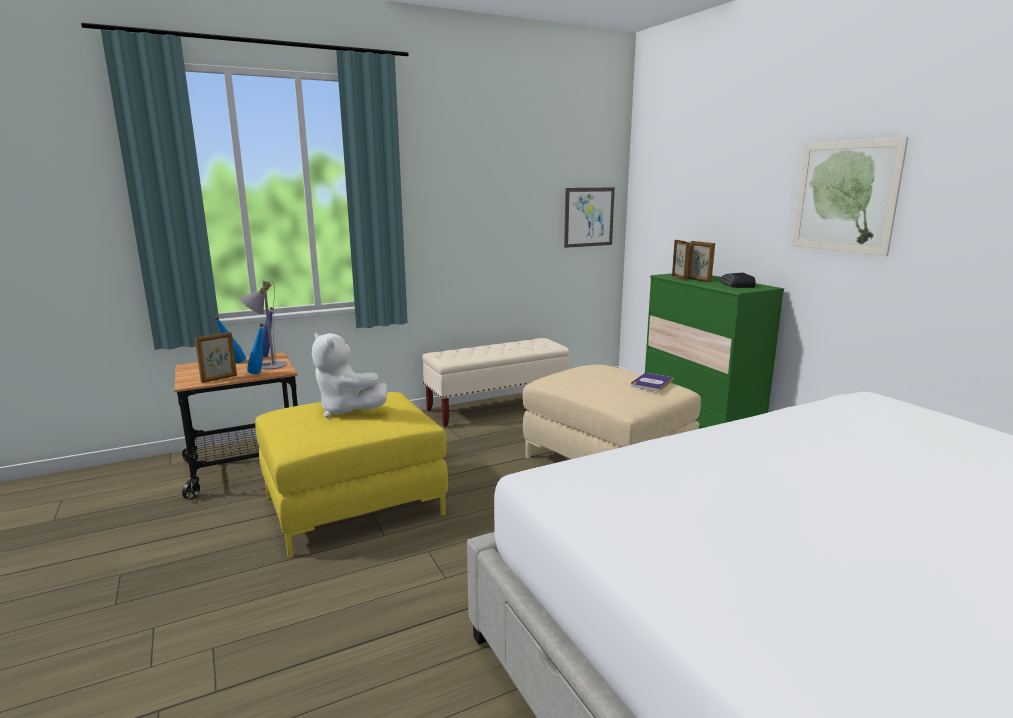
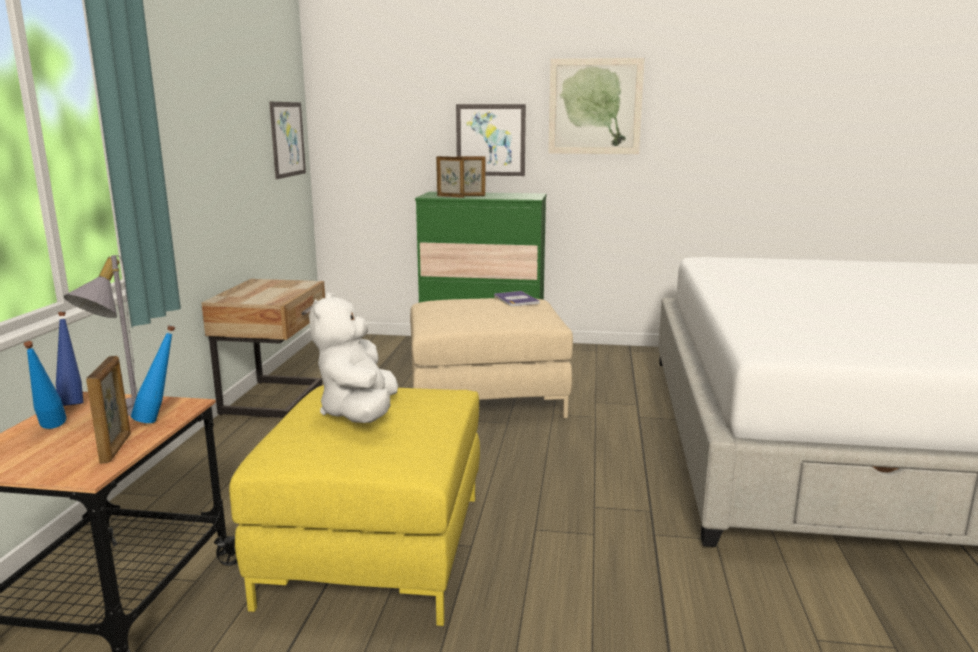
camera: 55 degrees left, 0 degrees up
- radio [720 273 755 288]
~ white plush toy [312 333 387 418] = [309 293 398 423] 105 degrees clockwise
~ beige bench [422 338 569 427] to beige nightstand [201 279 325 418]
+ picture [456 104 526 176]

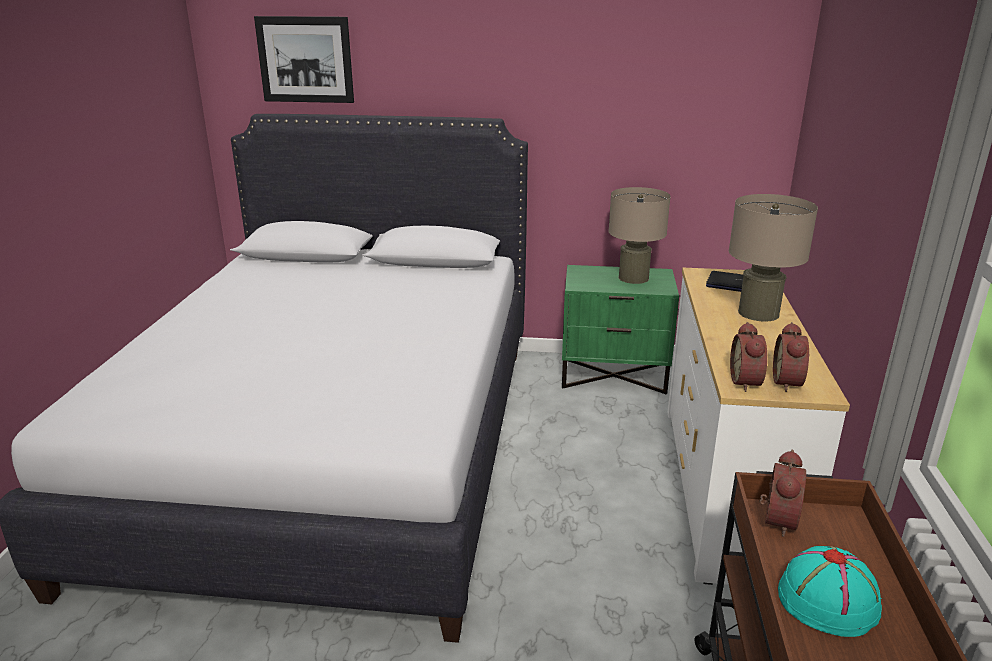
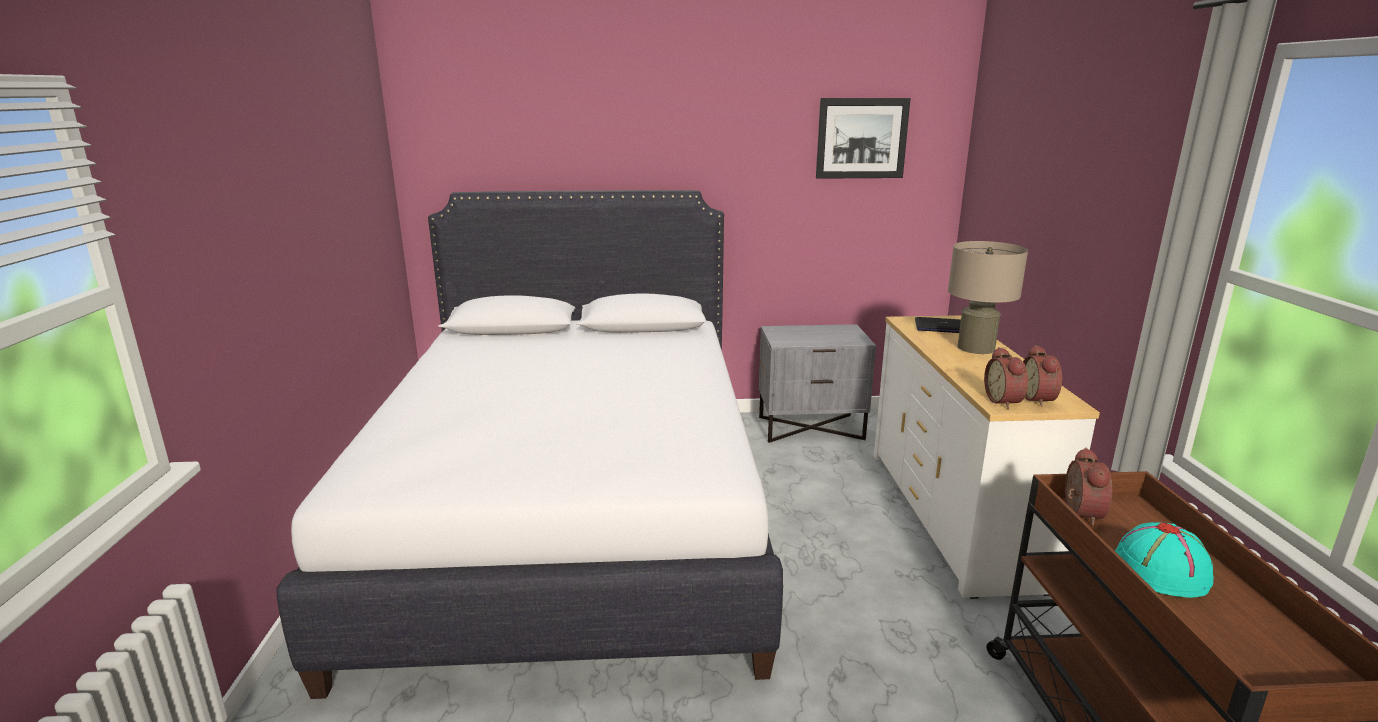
camera: 10 degrees left, 5 degrees down
~ picture [254 16 354 103] to [816 98 911 179]
- beige table lamp [608 187 671 284]
~ green nightstand [562 265 679 394] to grey nightstand [759 324 876 443]

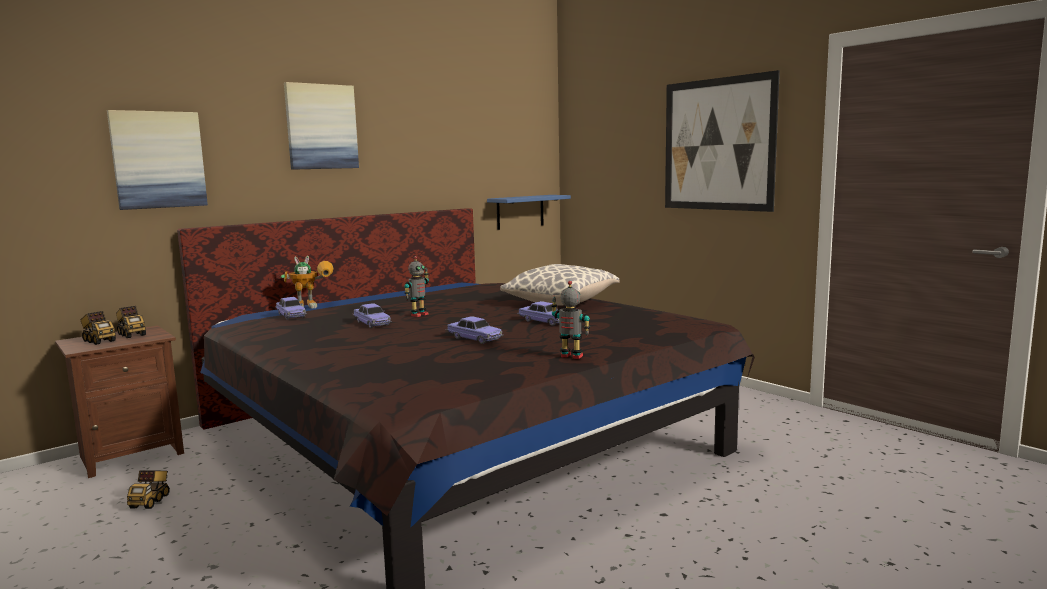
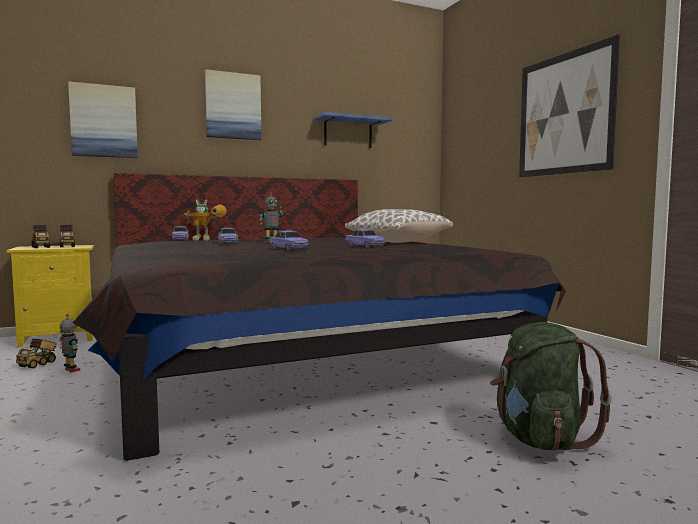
camera: 15 degrees right, 5 degrees down
~ blue shelf [487 195 571 230] to [314 112 393 148]
~ toy robot [551 281 590 359] to [60 314 80 373]
~ brown nightstand [55 326 184 478] to yellow nightstand [6 245 94 348]
+ green backpack [490 322 612 451]

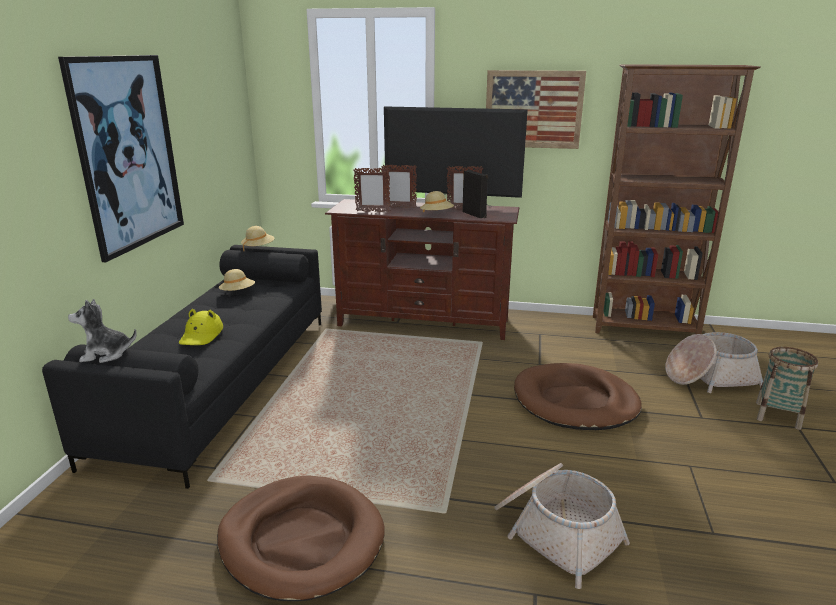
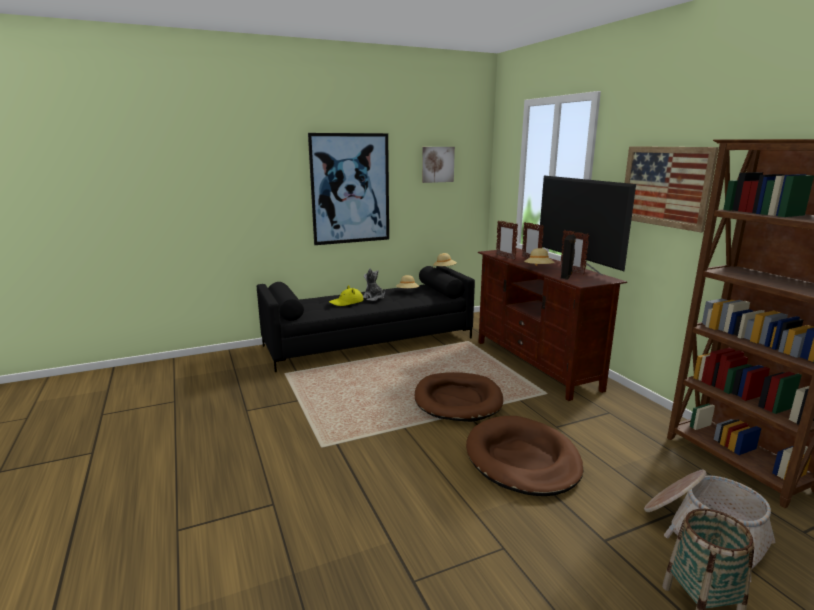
camera: 55 degrees right, 5 degrees down
~ plush toy [68 299 137 363] to [363 268 385 301]
- basket [494 463 630 589]
~ brown dog bed [217 475 385 601] to [415 372 503 422]
+ picture [422 147 455 183]

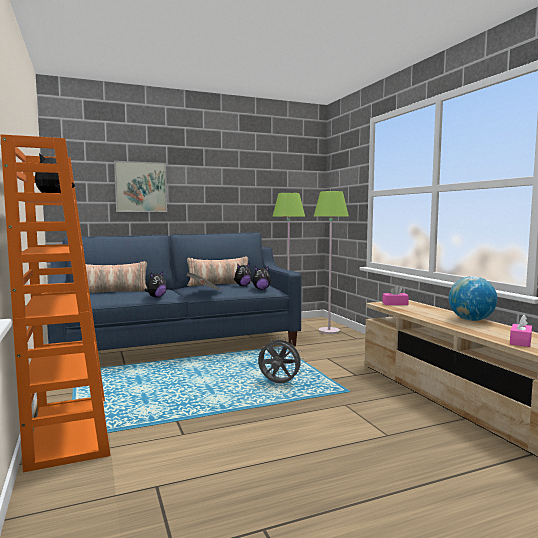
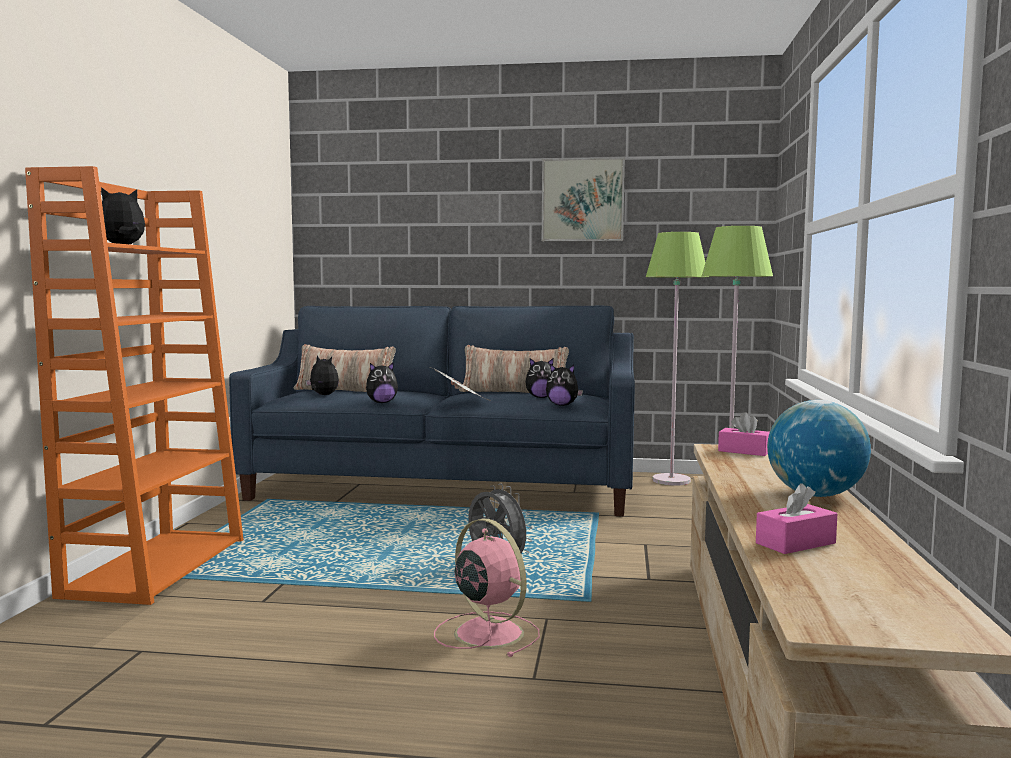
camera: 30 degrees right, 0 degrees up
~ picture [114 161 167 212] to [542 157 625 241]
+ plush toy [305 355 339 395]
+ pink fan [434 518 540 657]

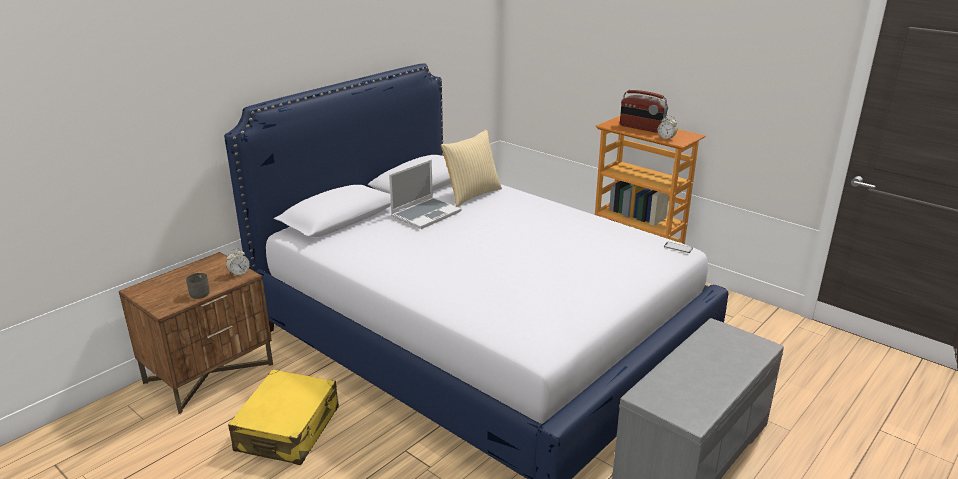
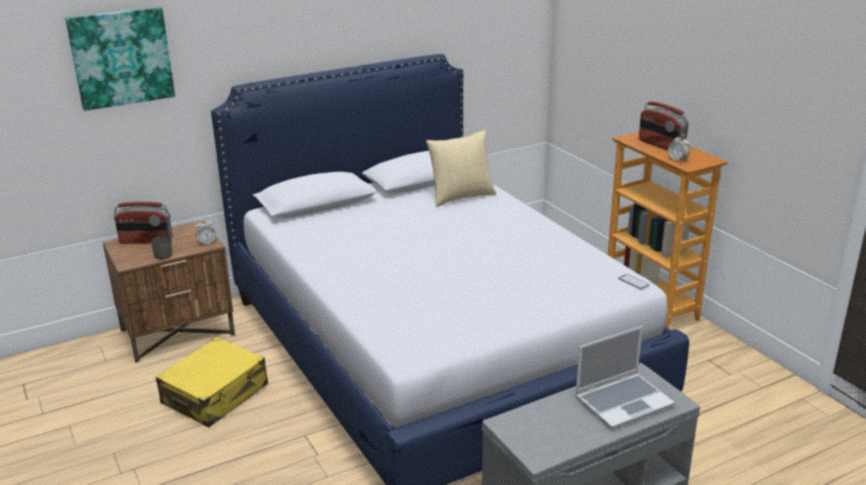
camera: 20 degrees right, 0 degrees up
~ laptop [389 160 461 229] to [575 326 675 429]
+ picture [65 7 175 111]
+ radio [114 202 172 244]

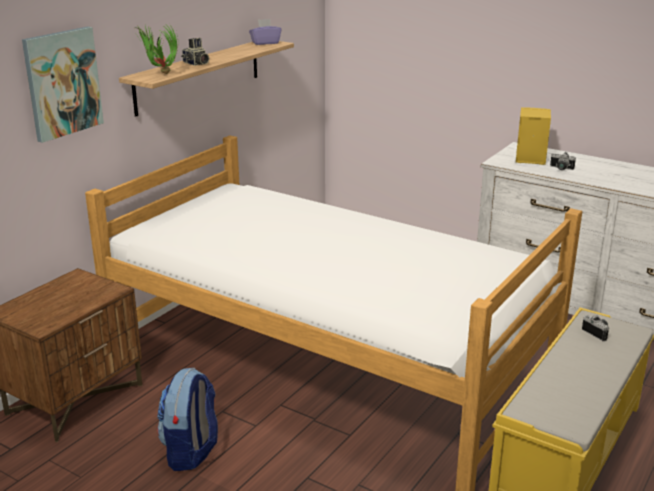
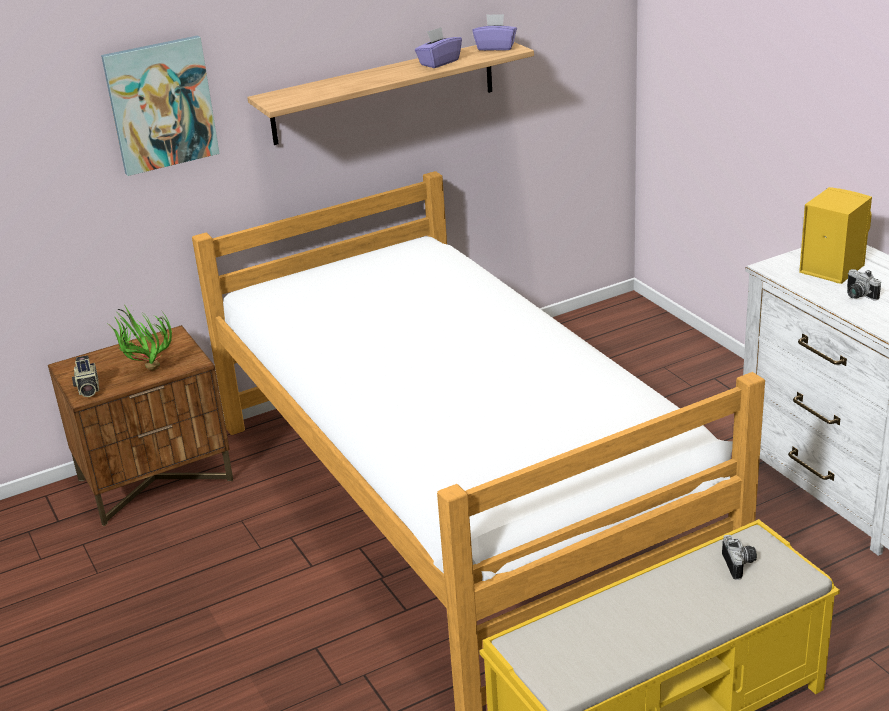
camera: 30 degrees right, 5 degrees up
~ potted plant [135 22 178 74] to [108 306 172 370]
~ photo camera [181 38 209 66] to [72 355 99 397]
- backpack [157 368 218 471]
+ purple tissue box [415 27 462 68]

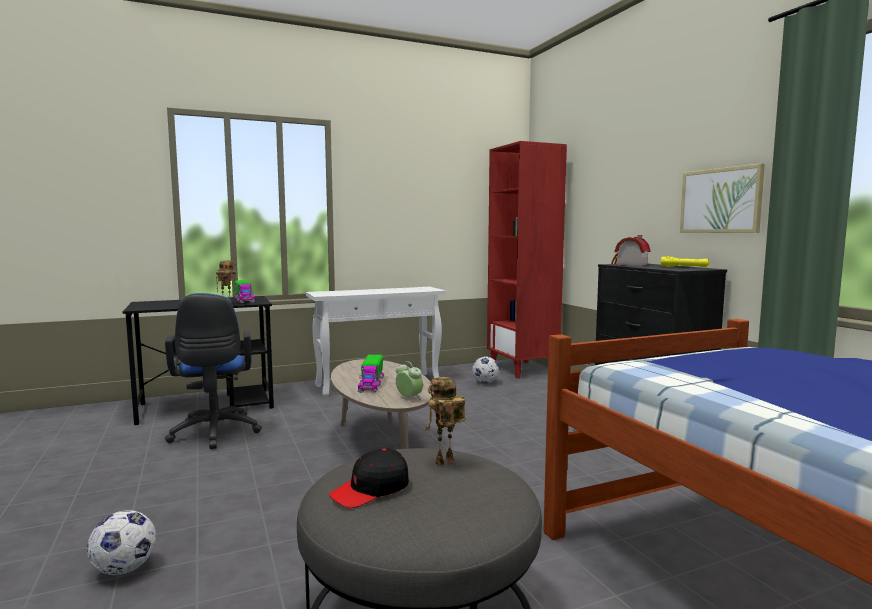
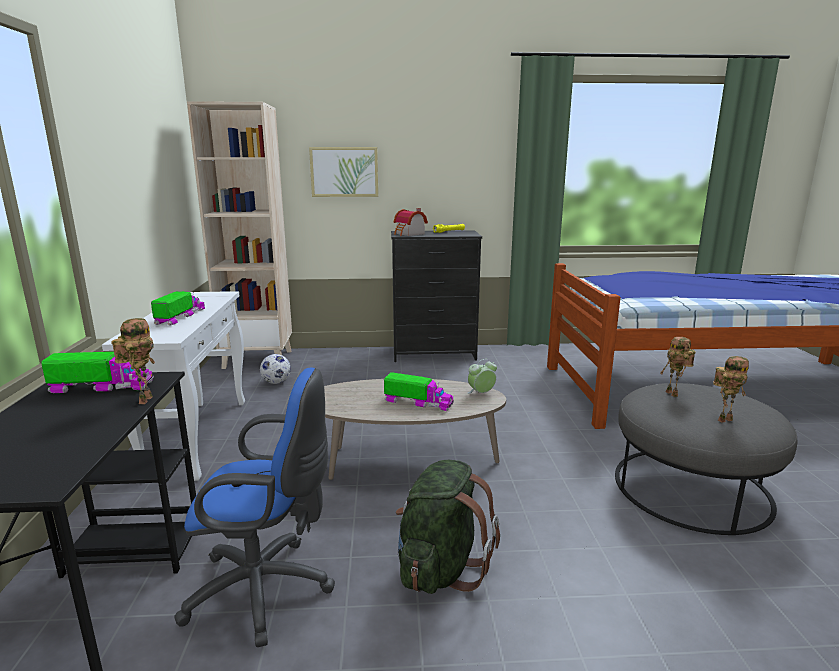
camera: 70 degrees left, 10 degrees up
~ red bookcase [487 141 567 379] to beige bookcase [187 101 292 369]
~ picture [680 163 765 233] to [309 147 378 197]
~ black cap [329 448 409 508] to toy robot [713 356 749 423]
- football [87 510 156 575]
+ toy truck [151 291 205 326]
+ green backpack [396 460 500 594]

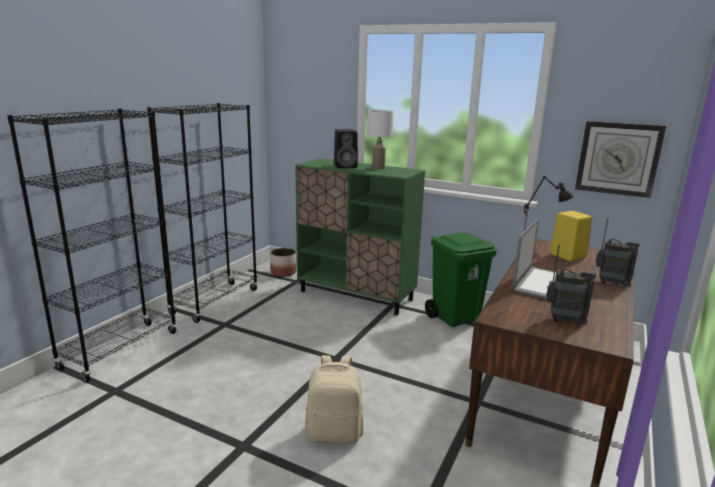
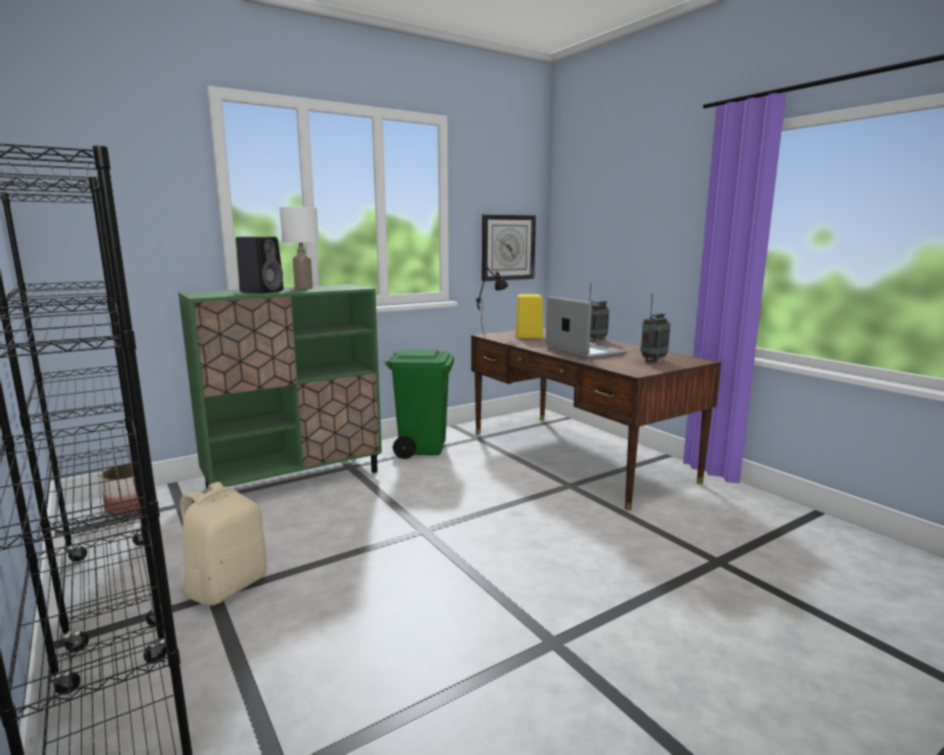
camera: 60 degrees left, 5 degrees down
~ beige backpack [305 355 364 444] to [180 482 267 606]

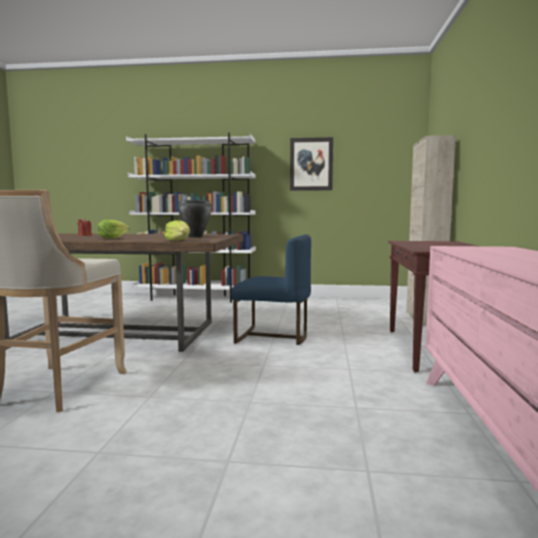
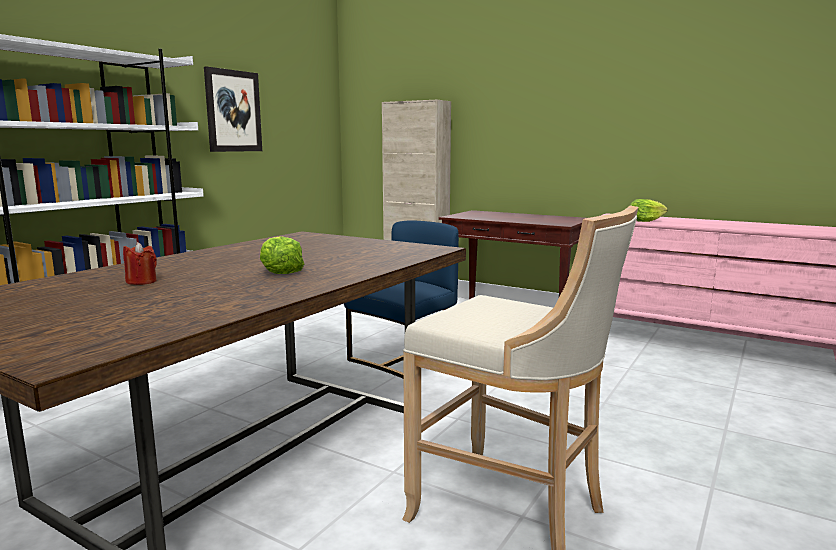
camera: 65 degrees left, 5 degrees up
- black cooking pot [178 200 212 238]
~ lettuce [165 220 190 241] to [630 199 668 222]

